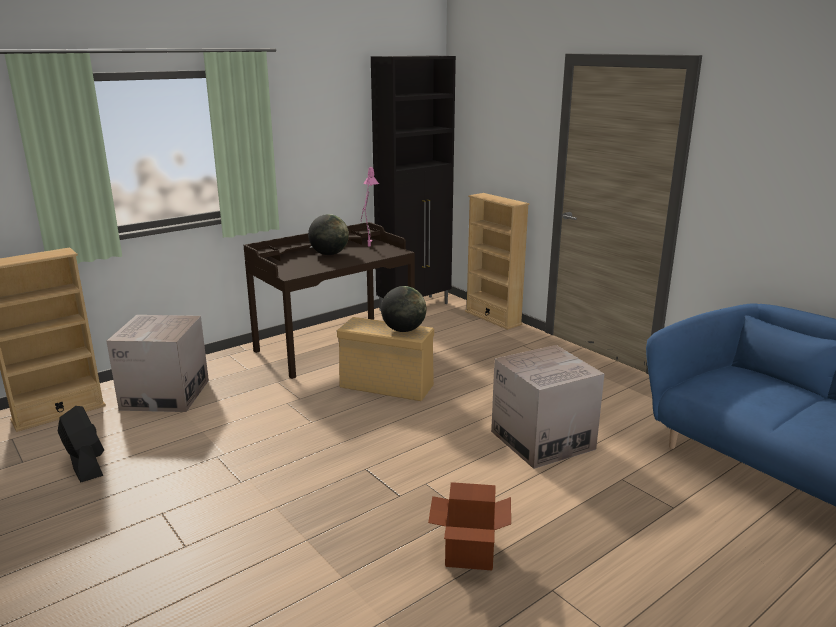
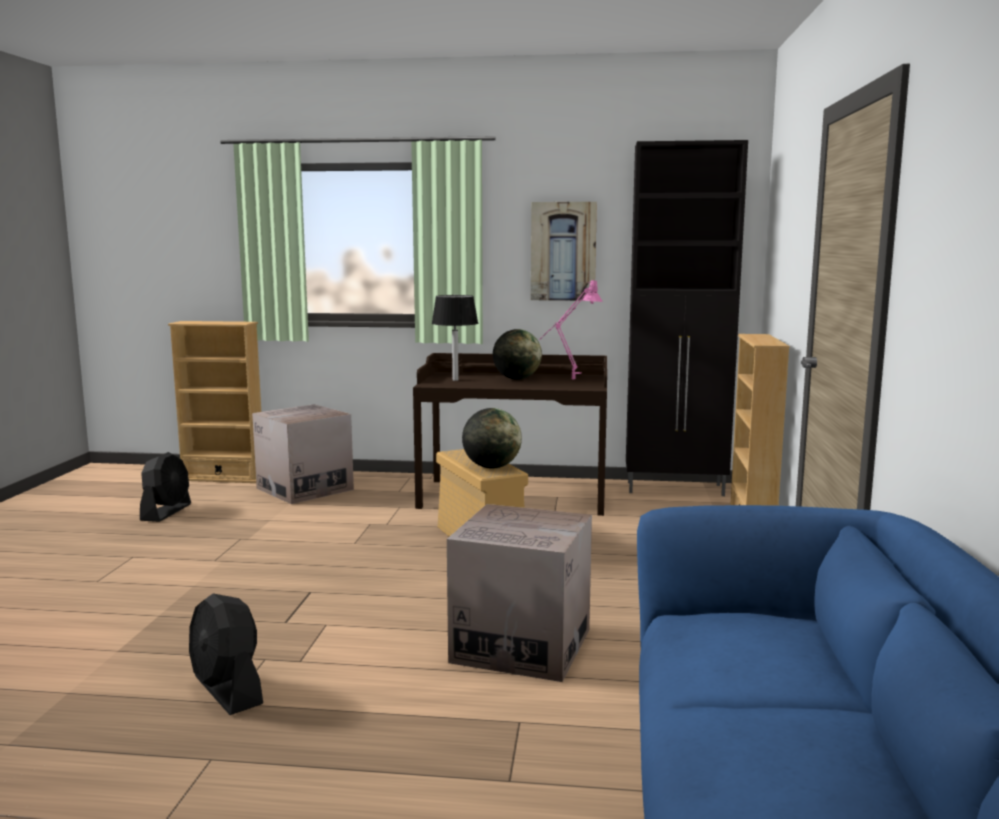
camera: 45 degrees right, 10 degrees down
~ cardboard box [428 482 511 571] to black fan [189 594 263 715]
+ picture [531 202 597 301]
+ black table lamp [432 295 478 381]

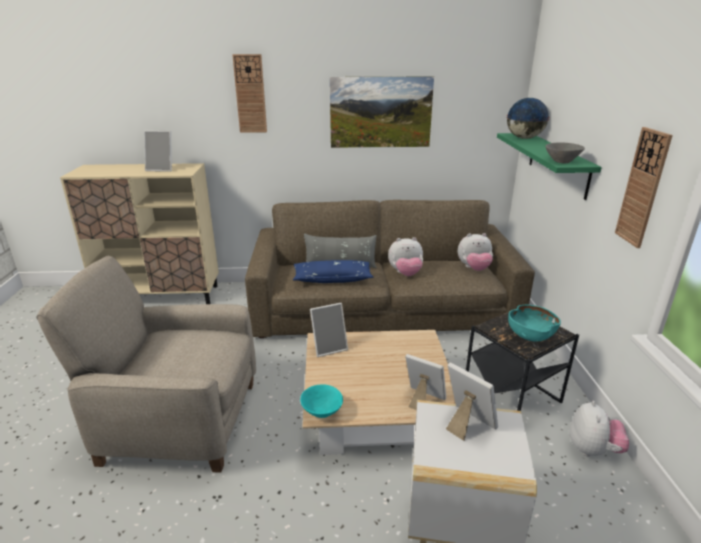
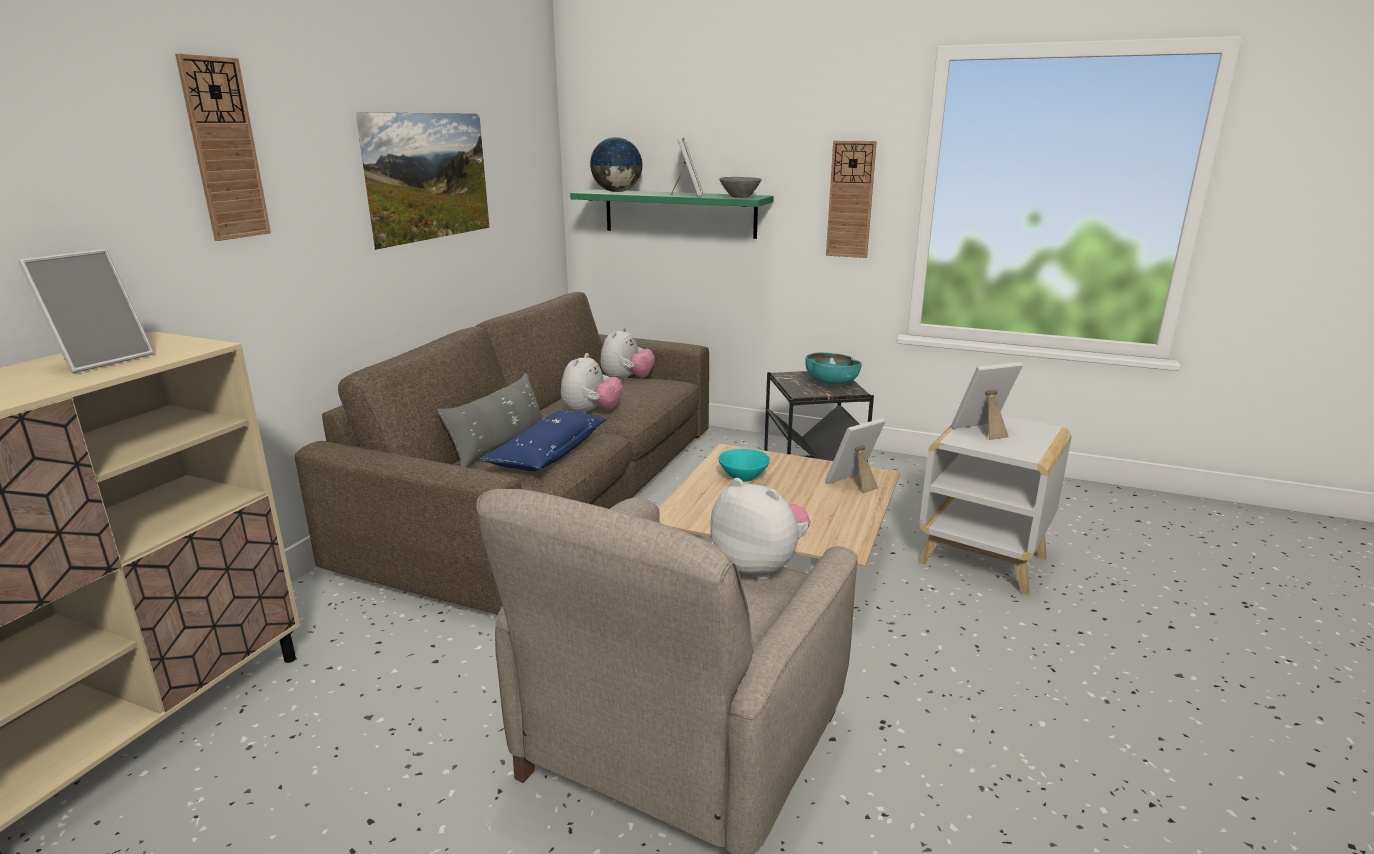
camera: 65 degrees left, 5 degrees down
~ picture frame [310 303 348 357] to [670 138 703 197]
~ turquoise bowl [300 385 343 418] to [718 449 770 482]
~ plush toy [570 401 629 456] to [710 478 810 580]

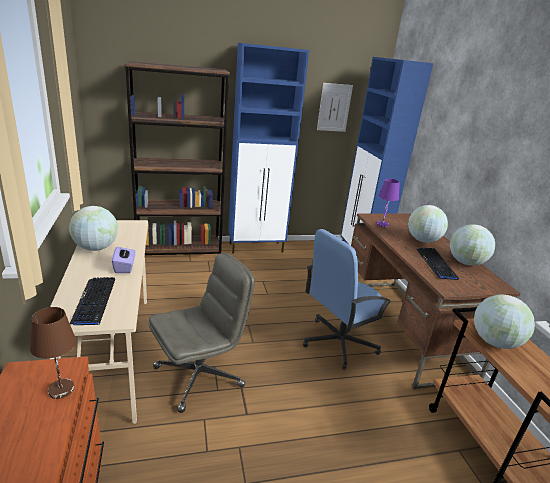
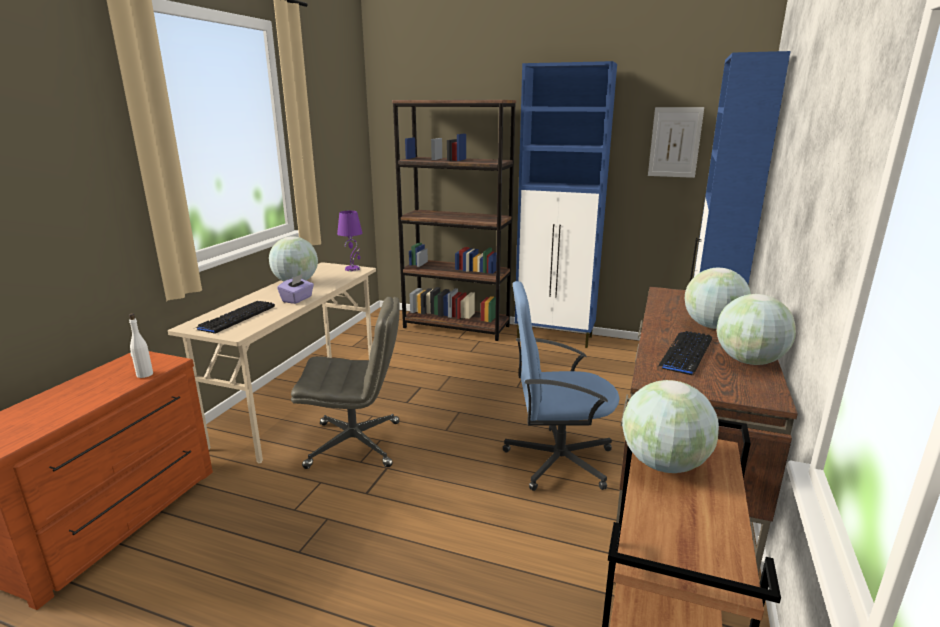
camera: 35 degrees right, 5 degrees down
~ purple table lamp [377 179 400 227] to [337 211 362 271]
~ brown table lamp [30 307 76 399] to white bottle [129 313 153 378]

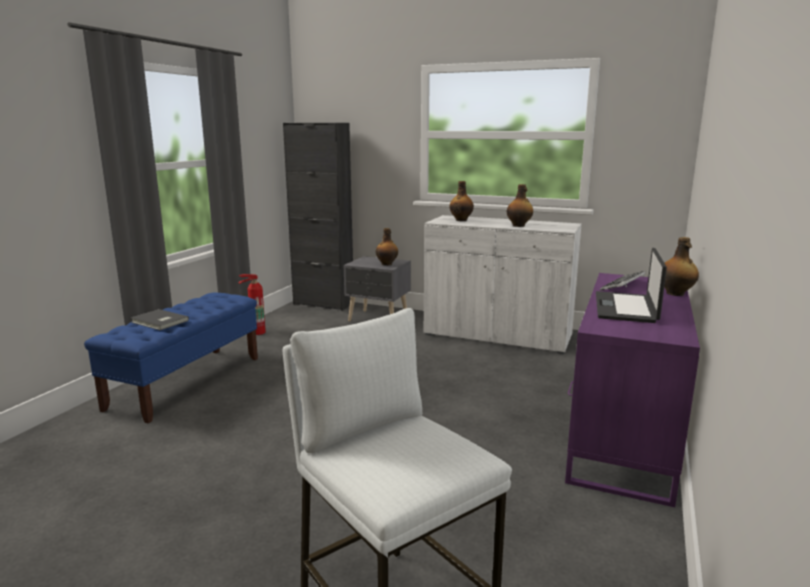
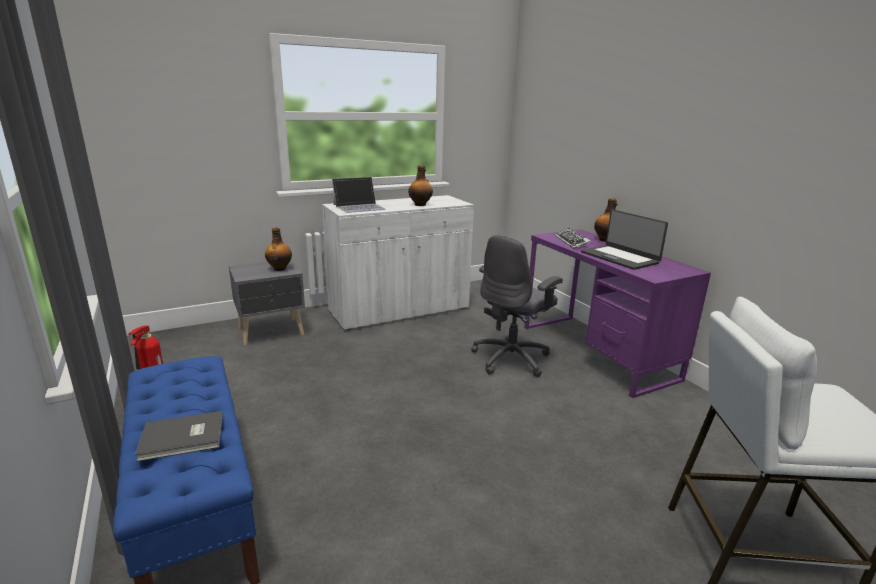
camera: 50 degrees left, 5 degrees up
- black cabinet [283 123 353 311]
~ bottle [449 181 474 221] to laptop [332 177 386 213]
+ grey office chair [471 235 563 377]

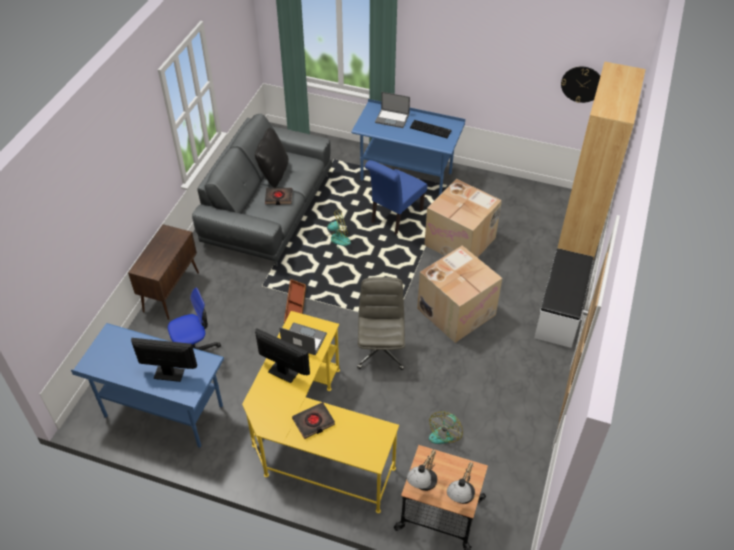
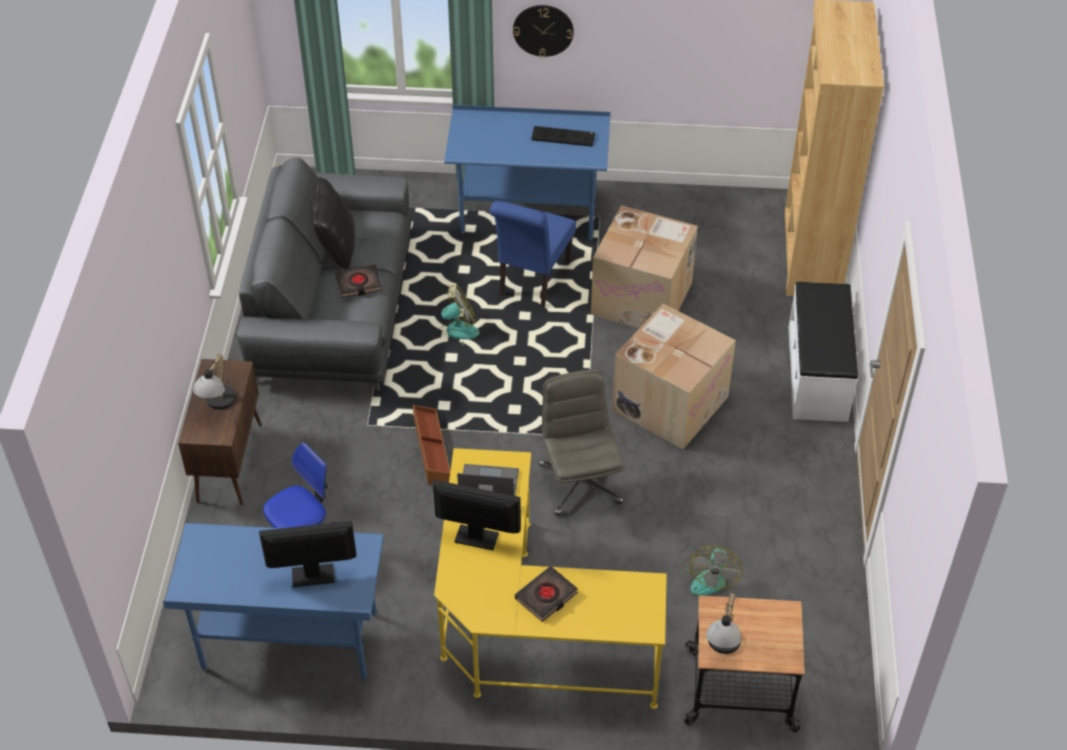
camera: 15 degrees left, 0 degrees up
~ wall clock [561 66 600 103] to [513 5 574 58]
- laptop [375 92 410 128]
~ table lamp [447 462 475 504] to [193 354 236 410]

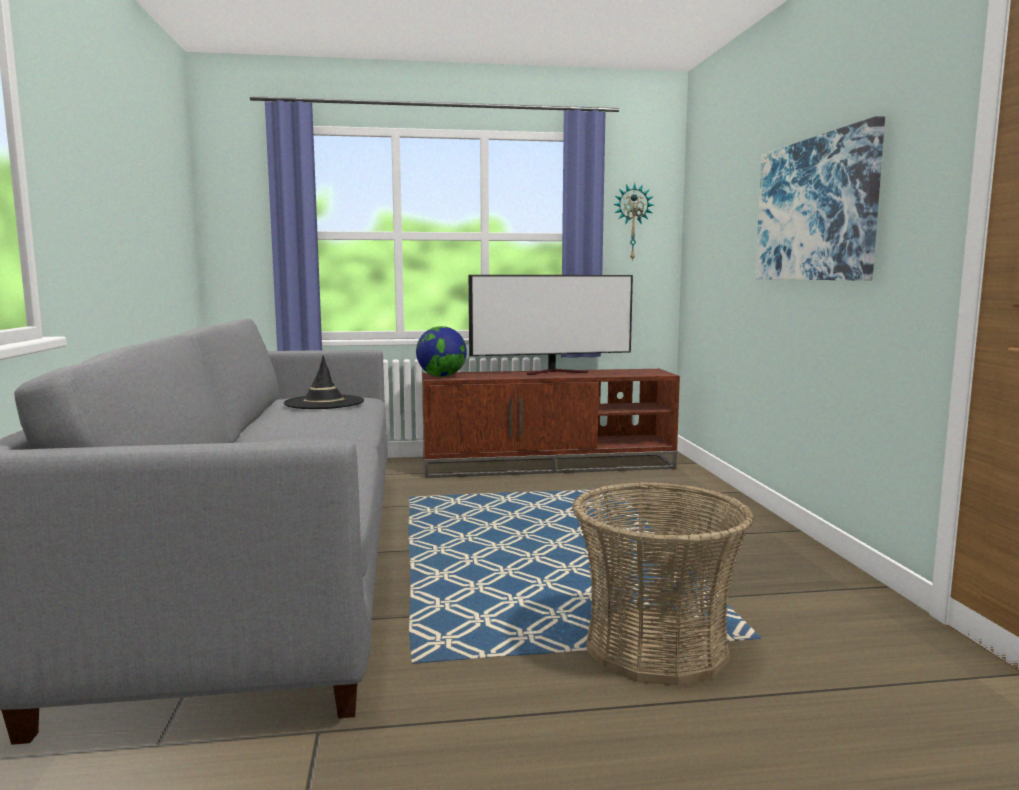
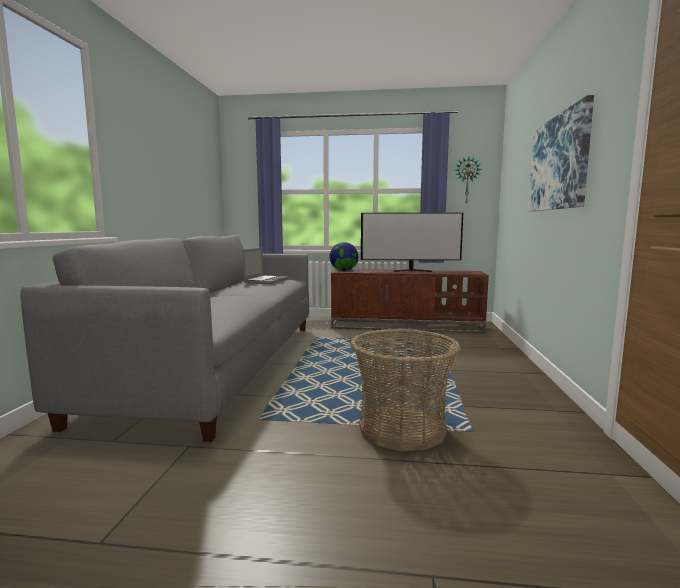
camera: 15 degrees right, 0 degrees up
~ black hat [284 356 364 409] to laptop [243 248 288 284]

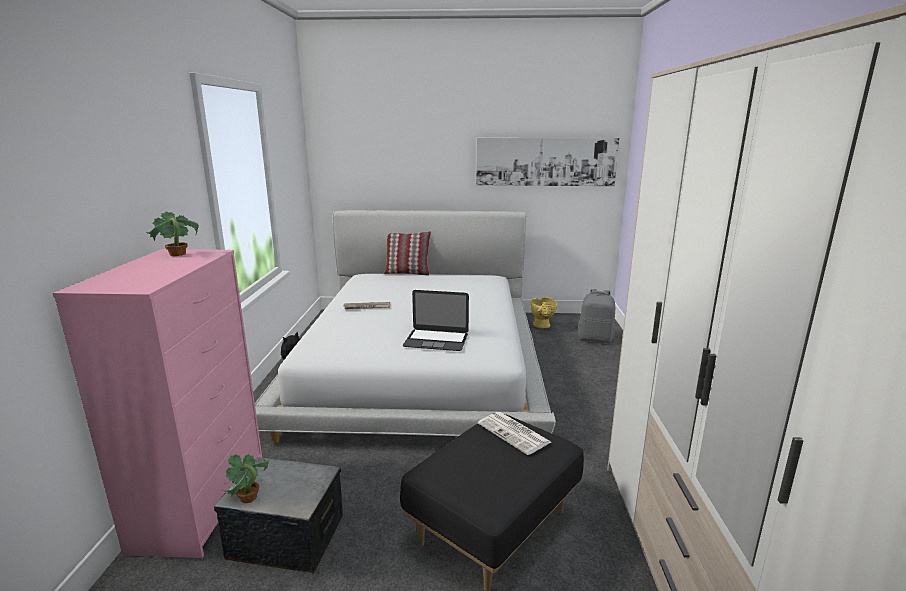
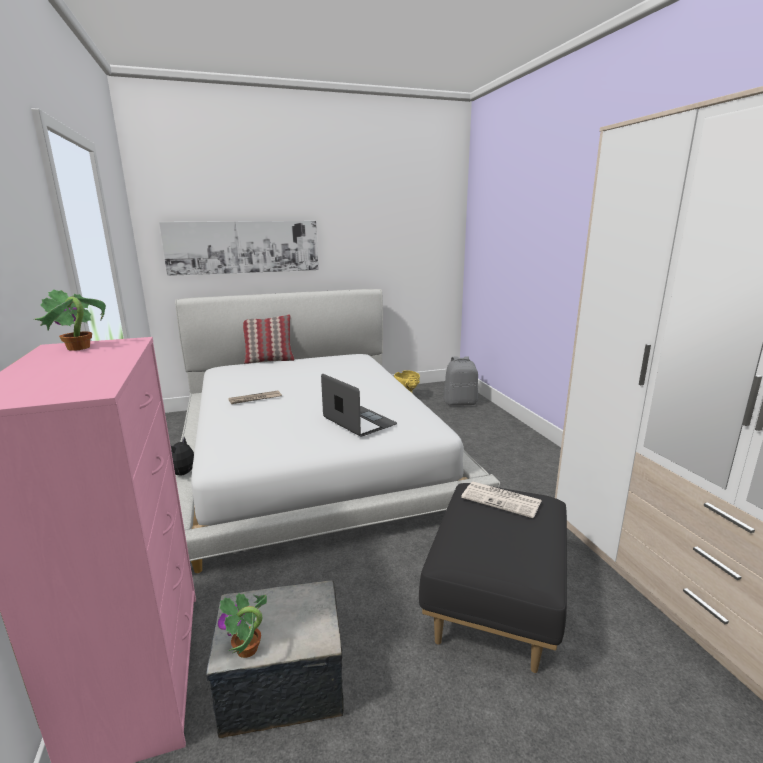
camera: 20 degrees left, 0 degrees up
~ picture [476 138 619 186] to [159 221 319 276]
~ laptop [403 290 469 351] = [321 374 397 436] 120 degrees counterclockwise

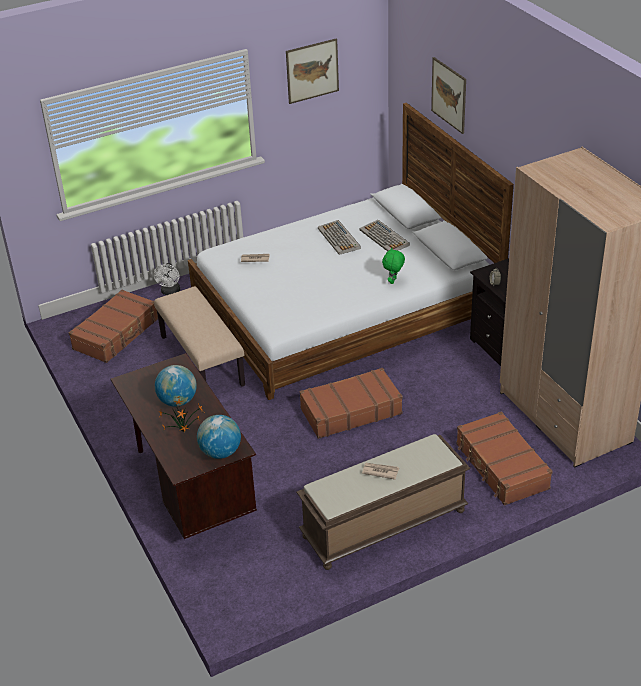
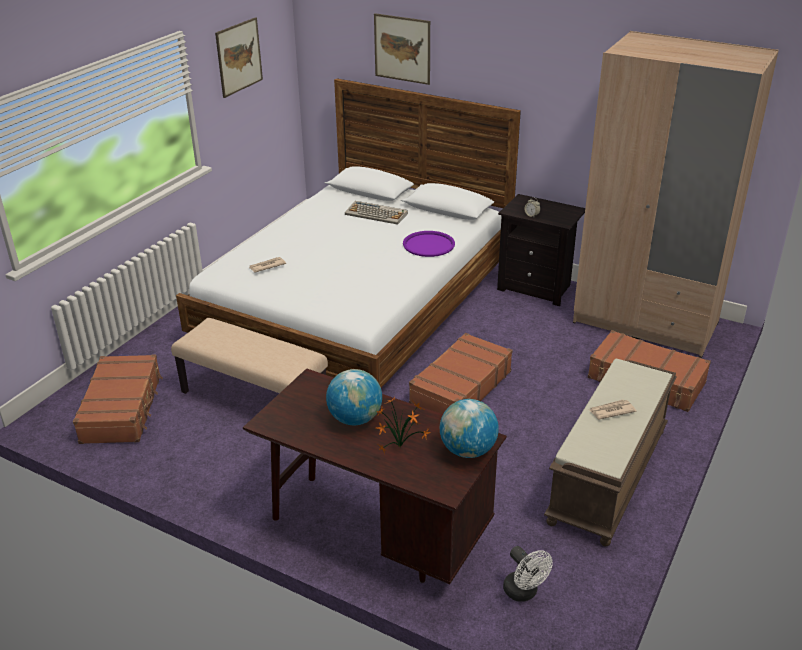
camera: 35 degrees left, 5 degrees down
- keyboard [318 220 361 255]
~ green plush toy [382 248 405 284] to purple tray [403 231 455 257]
~ white fan [154 263 180 295] to [503 546 553 602]

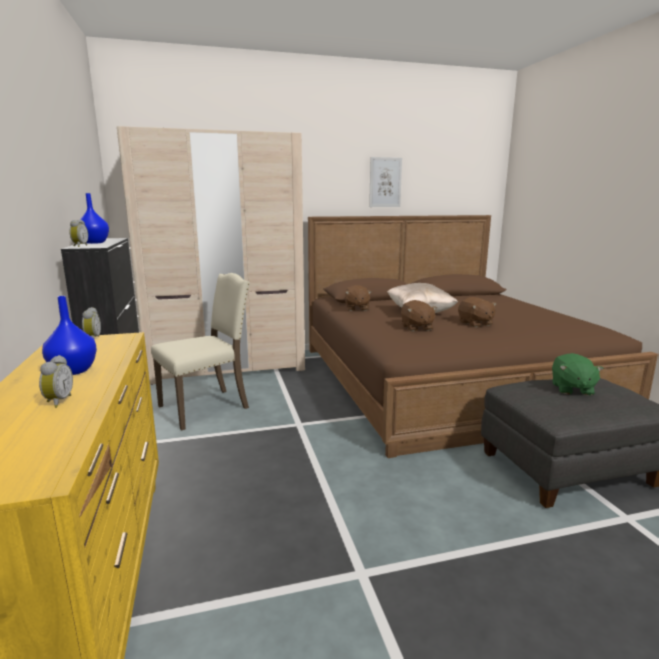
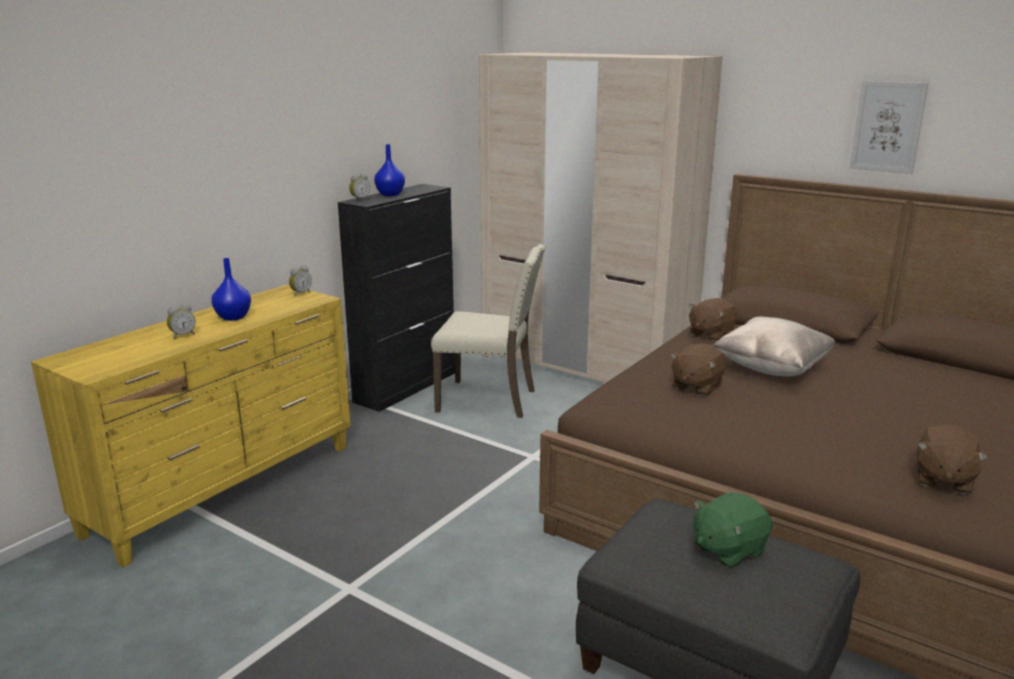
camera: 50 degrees right, 5 degrees up
~ brown plush toy [458 297 497 328] to [917 425 988 495]

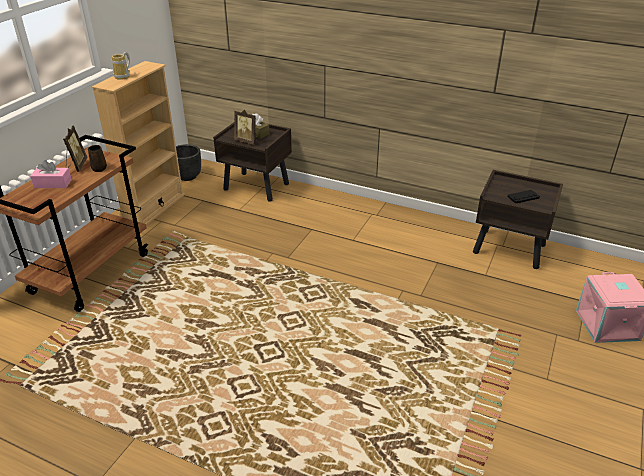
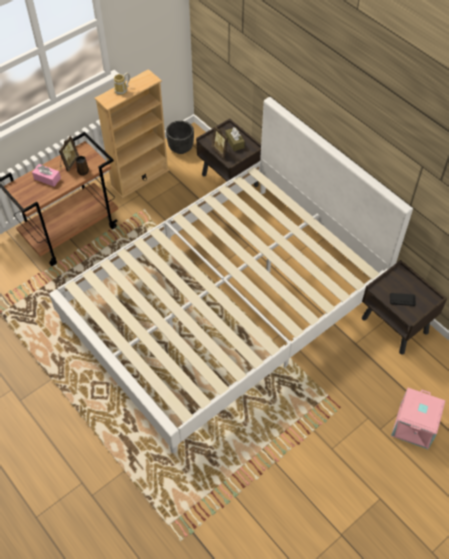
camera: 25 degrees right, 20 degrees up
+ white bed [49 97 413 453]

